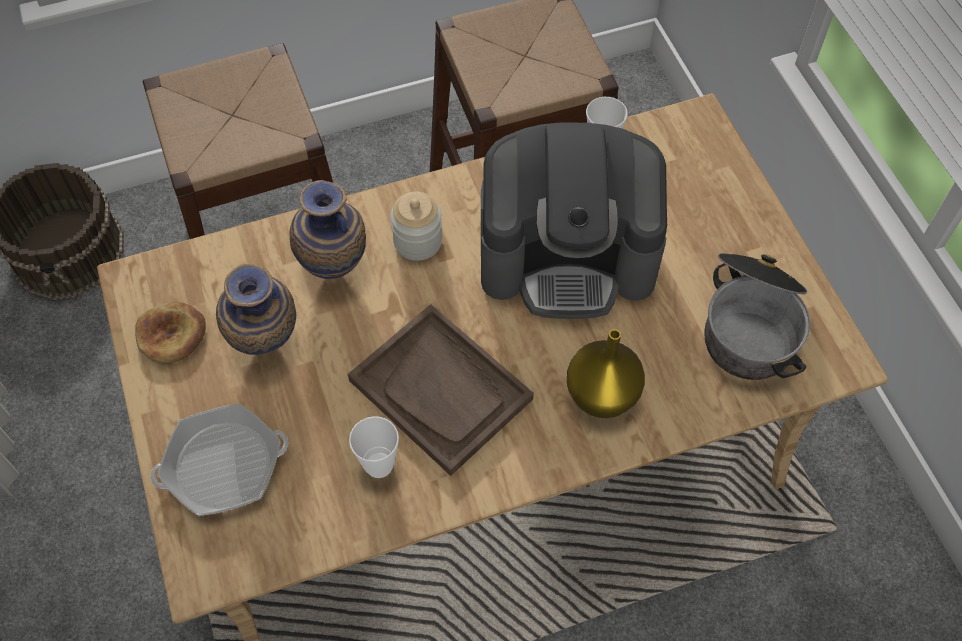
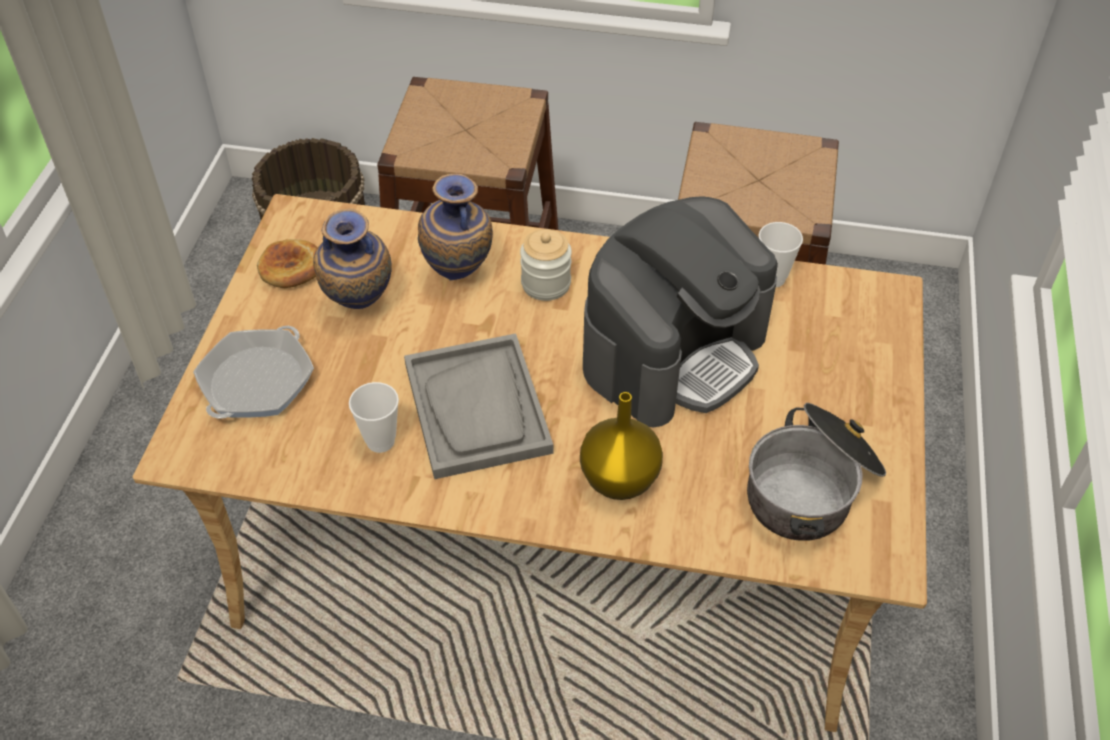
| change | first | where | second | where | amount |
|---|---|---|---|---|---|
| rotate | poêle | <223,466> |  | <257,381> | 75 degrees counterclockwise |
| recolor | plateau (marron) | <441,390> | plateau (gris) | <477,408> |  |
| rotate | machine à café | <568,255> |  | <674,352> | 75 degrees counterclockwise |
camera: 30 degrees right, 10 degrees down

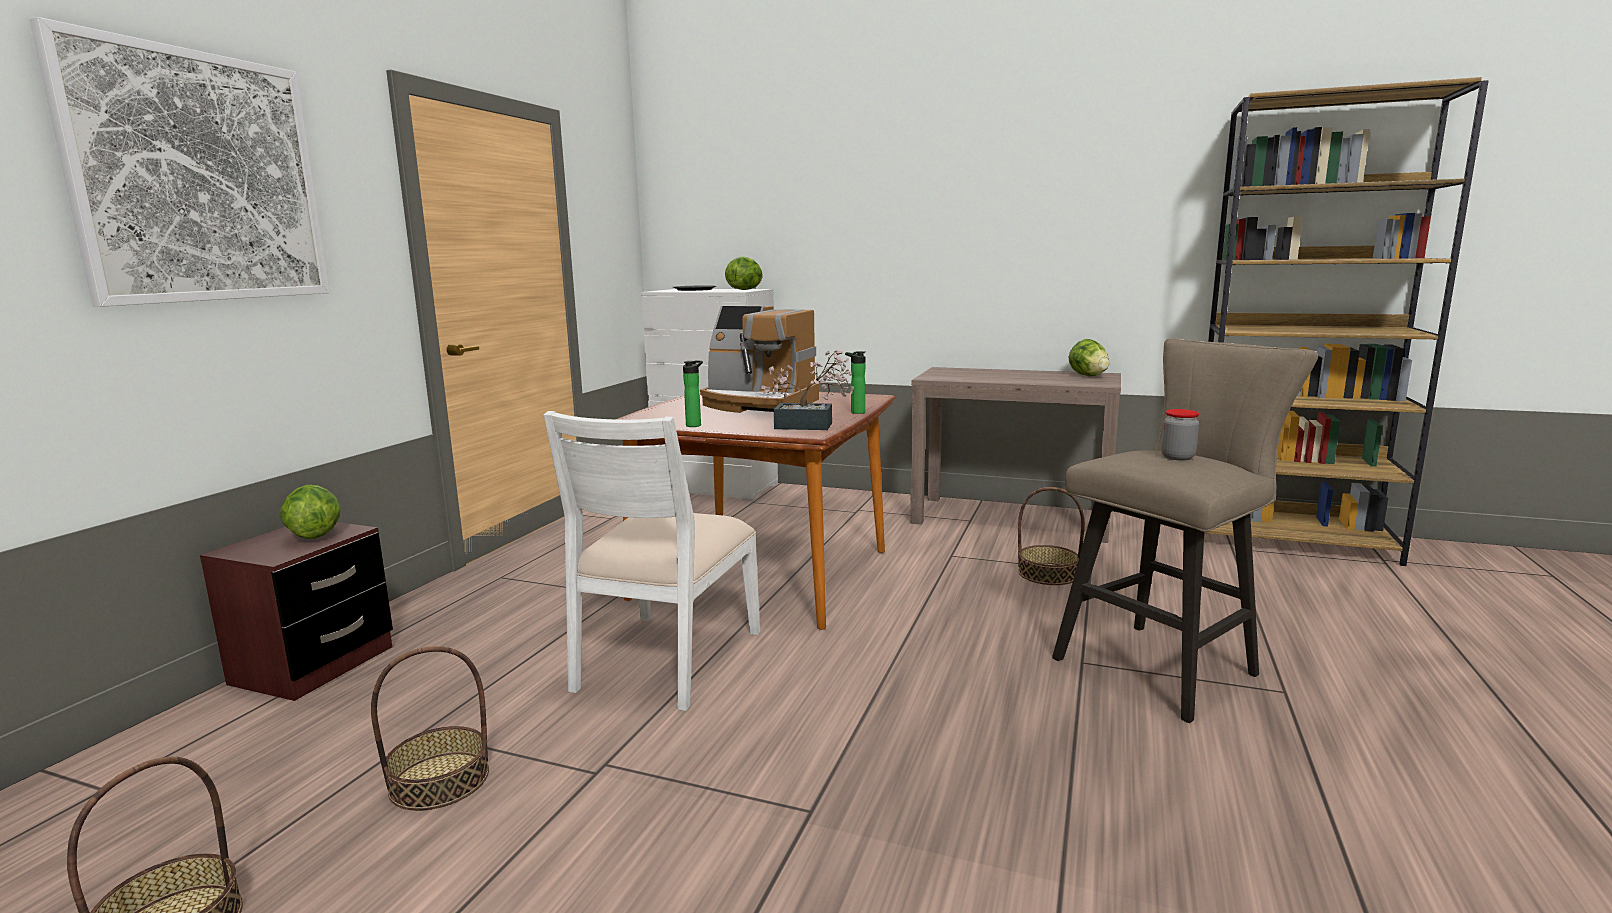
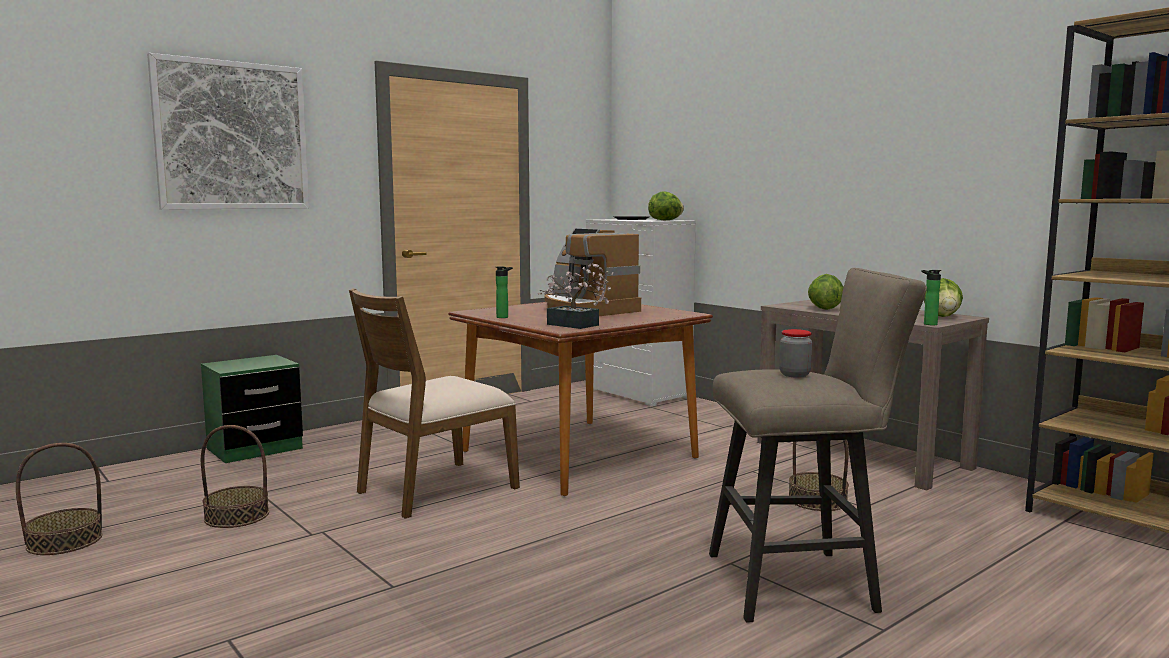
| change | first | where | second | where | amount |
|---|---|---|---|---|---|
| recolor | table de chevet (marron) | <314,665> | table de chevet (vert) | <255,449> |  |
| recolor | chaise (blanc) | <665,660> | chaise (marron) | <435,489> |  |
| move | laitue | <314,535> |  | <824,309> |  |
| move | bouteille | <855,412> |  | <928,324> |  |
camera: 30 degrees right, 5 degrees down

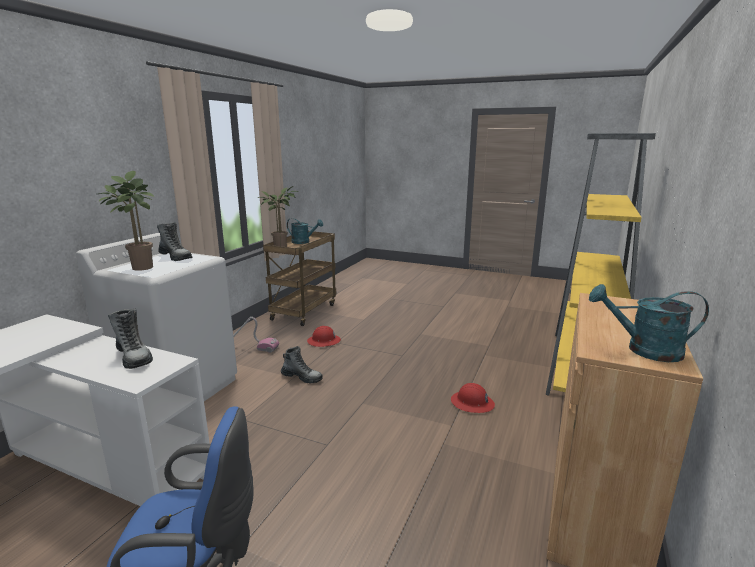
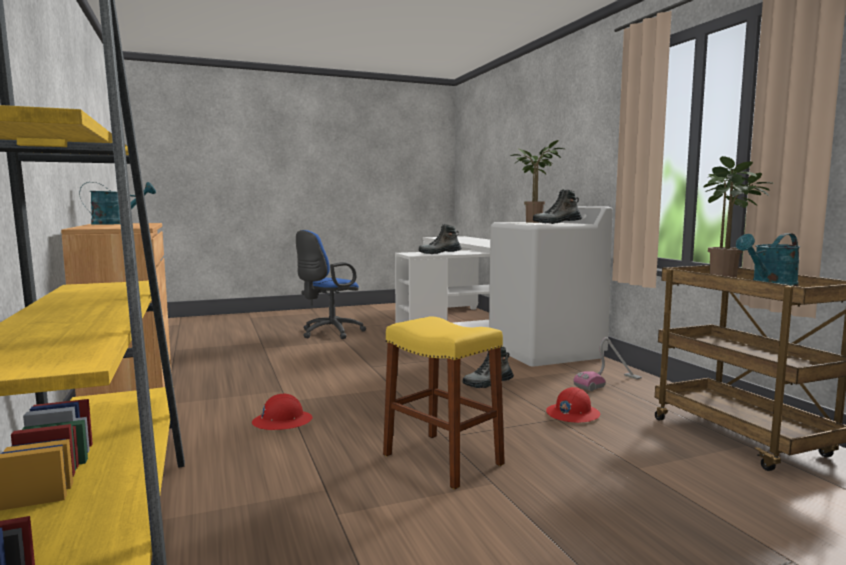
| change | first | where | second | where | amount |
|---|---|---|---|---|---|
| insert |  |  | tabouret (jaune) | <442,459> |  |
camera: 135 degrees right, 10 degrees down

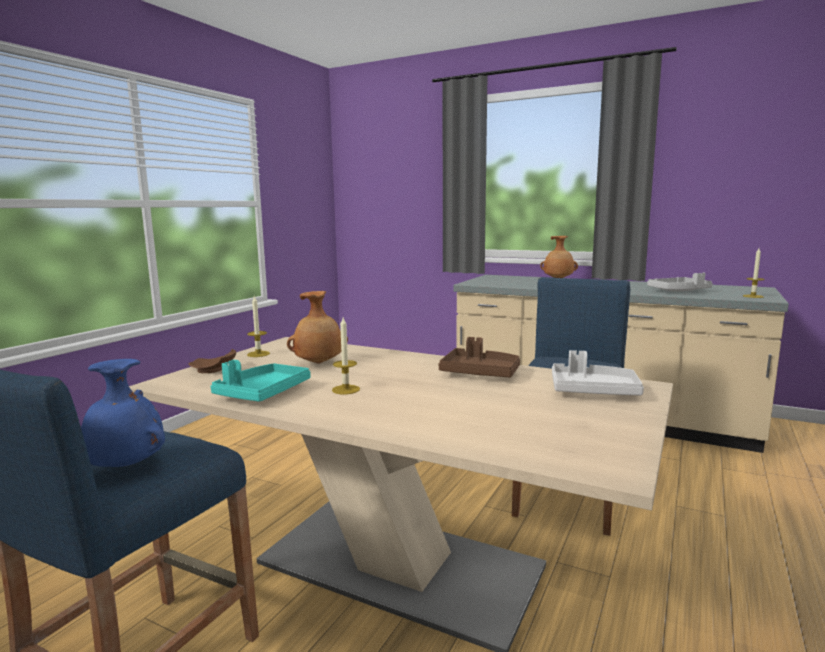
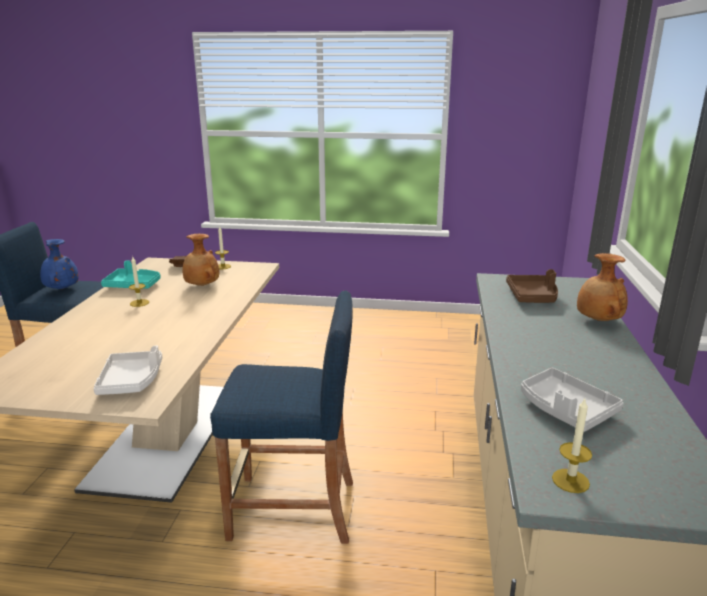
| change | first | where | second | where | amount |
|---|---|---|---|---|---|
| move | plateau (marron) | <480,373> |  | <532,296> |  |
camera: 70 degrees right, 10 degrees up

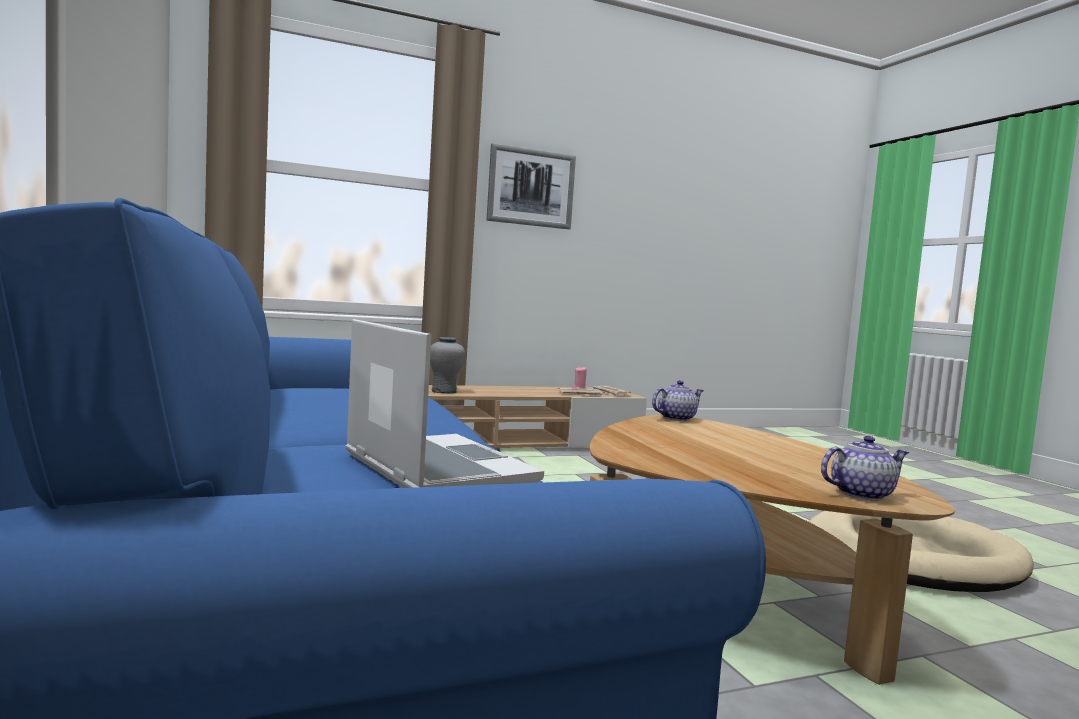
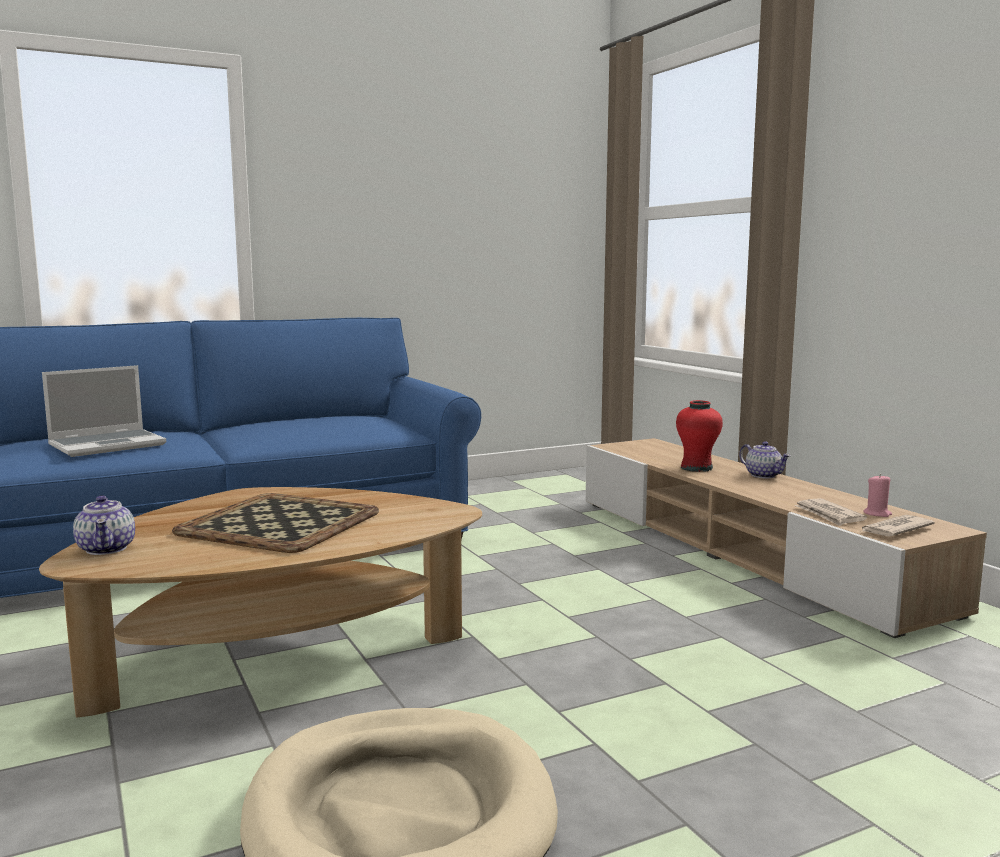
| change | first | where | second | where | amount |
|---|---|---|---|---|---|
| insert |  |  | plateau | <280,524> |  |
| recolor | vase (gris) | <444,391> | vase (rouge) | <696,468> |  |
| move | théière | <676,418> |  | <764,475> |  |
| delete | tableau | <531,188> |  |  |  |
camera: 85 degrees right, 5 degrees up

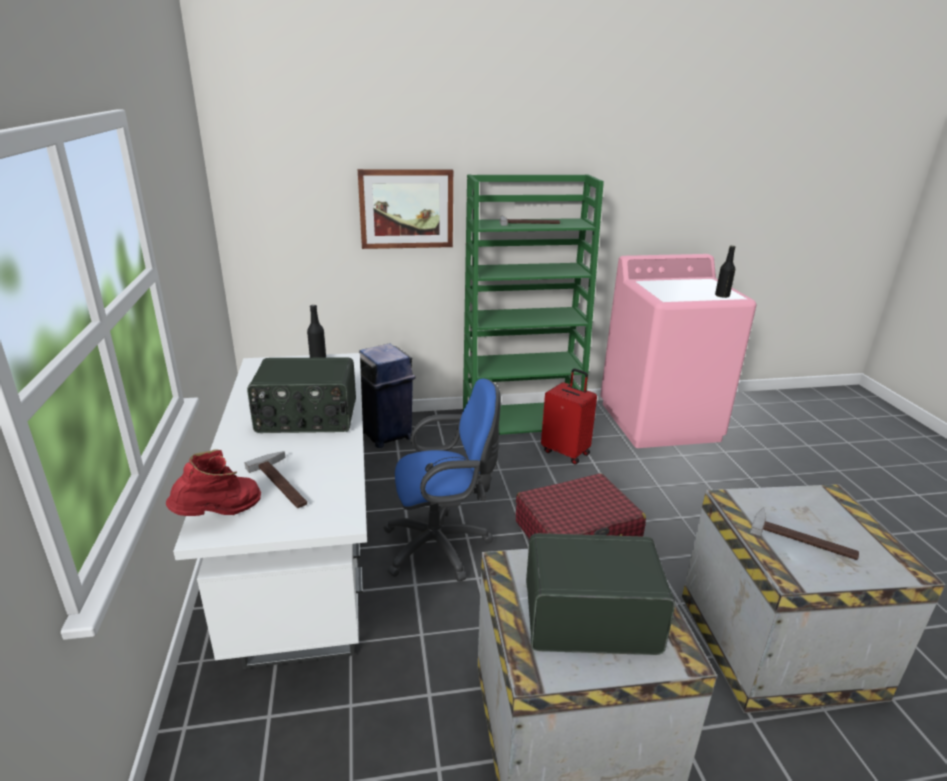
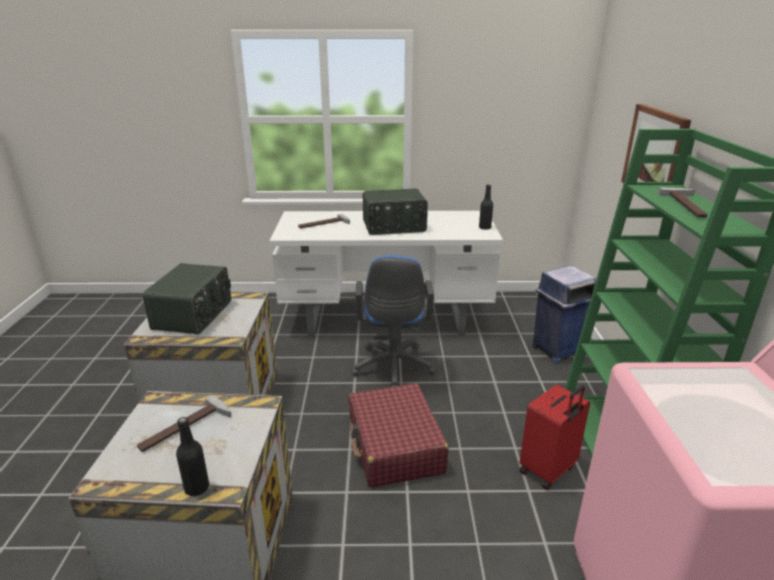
| change | first | where | second | where | amount |
|---|---|---|---|---|---|
| move | bouteille (noir) | <722,296> |  | <197,488> |  |
| rotate | radio | <307,418> |  | <394,227> | 105 degrees counterclockwise |
| delete | botte (rouge) | <221,515> |  |  |  |
camera: 100 degrees right, 0 degrees up

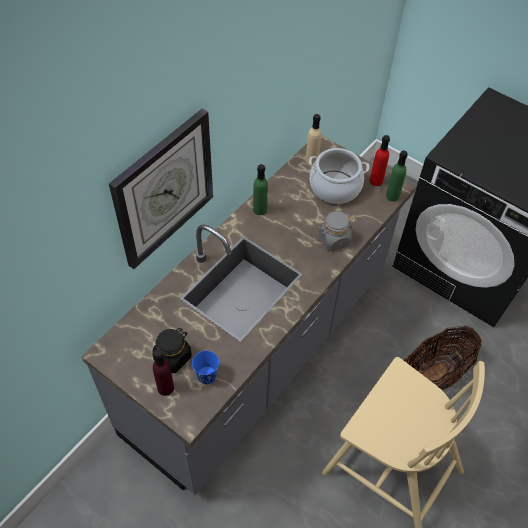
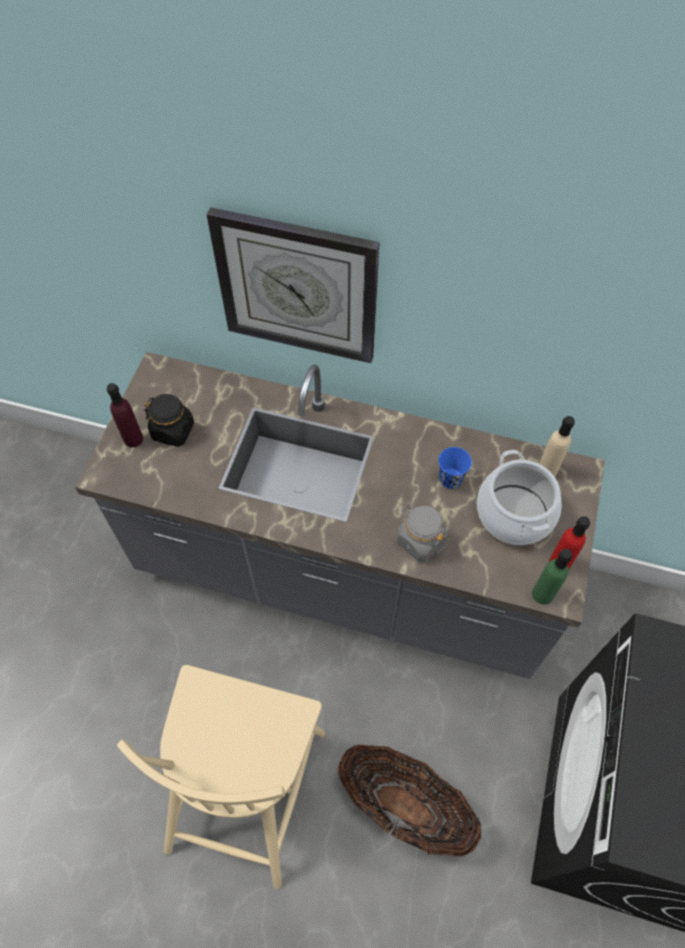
| change | first | where | second | where | amount |
|---|---|---|---|---|---|
| move | tasse (bleu) | <206,376> |  | <450,479> |  |
| delete | bouteille (vert) | <260,209> |  |  |  |
camera: 70 degrees right, 5 degrees up

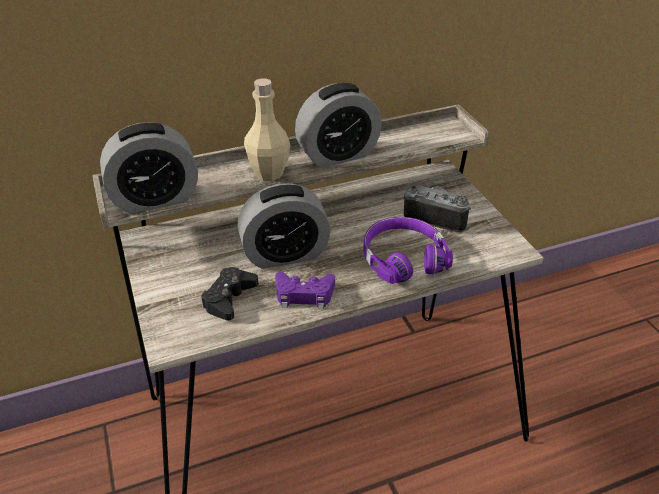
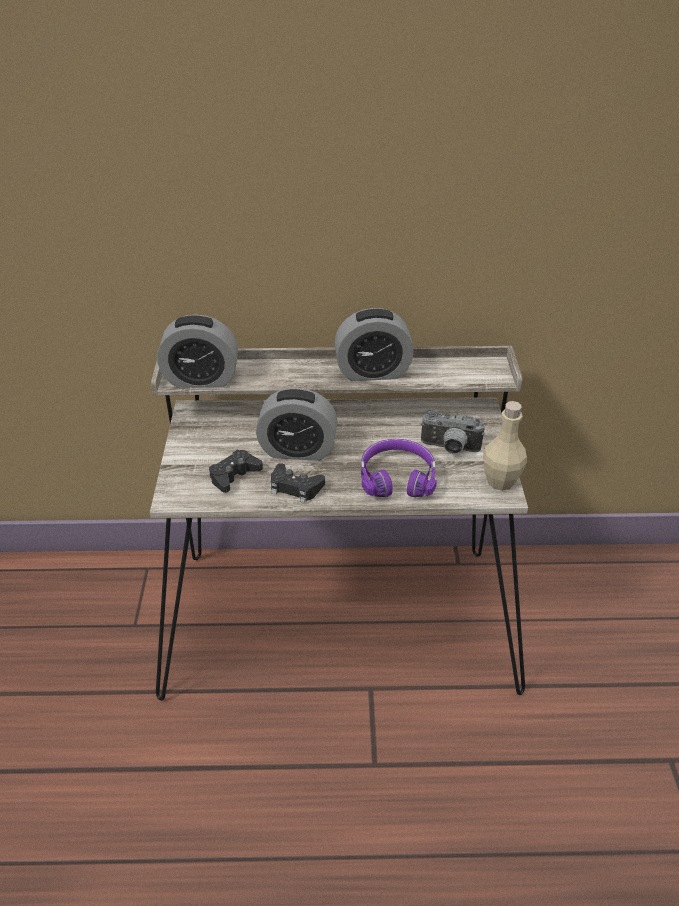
| change | first | where | second | where | amount |
|---|---|---|---|---|---|
| recolor | manette (violet) | <304,295> | manette (noir) | <295,487> |  |
| rotate | appareil photo | <436,218> |  | <449,449> | 150 degrees clockwise |
| move | bouteille (beige) | <269,173> |  | <500,481> |  |
camera: 20 degrees right, 0 degrees up

